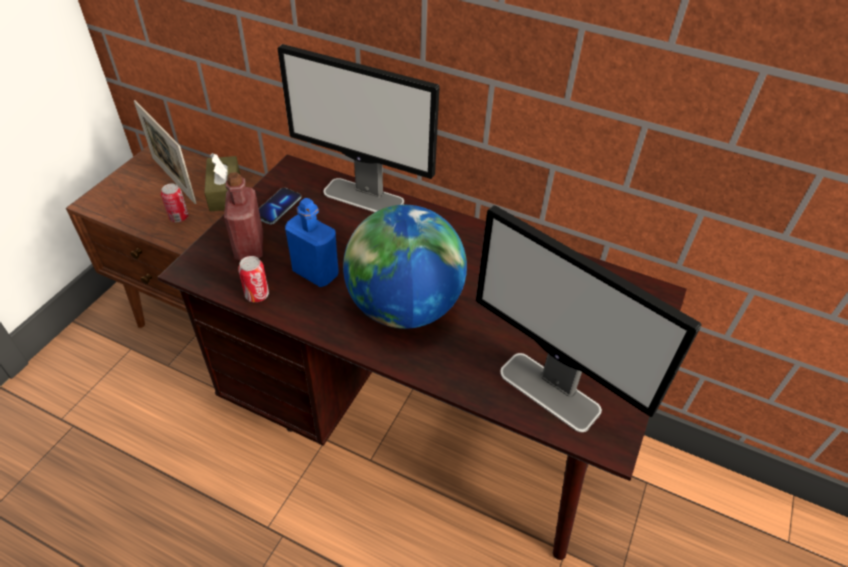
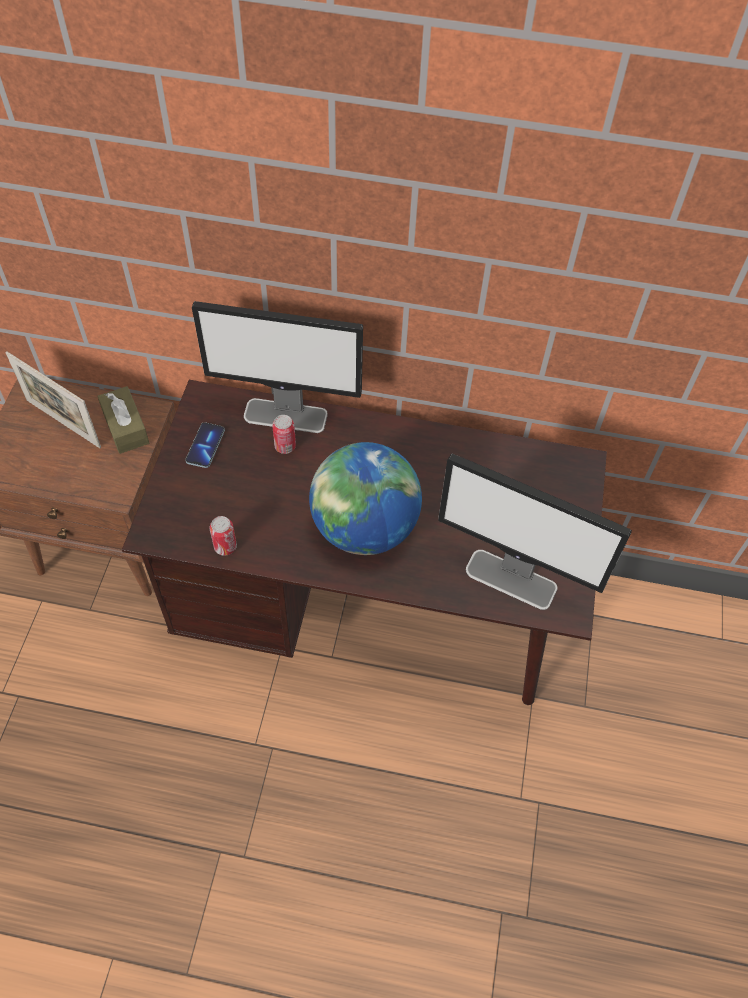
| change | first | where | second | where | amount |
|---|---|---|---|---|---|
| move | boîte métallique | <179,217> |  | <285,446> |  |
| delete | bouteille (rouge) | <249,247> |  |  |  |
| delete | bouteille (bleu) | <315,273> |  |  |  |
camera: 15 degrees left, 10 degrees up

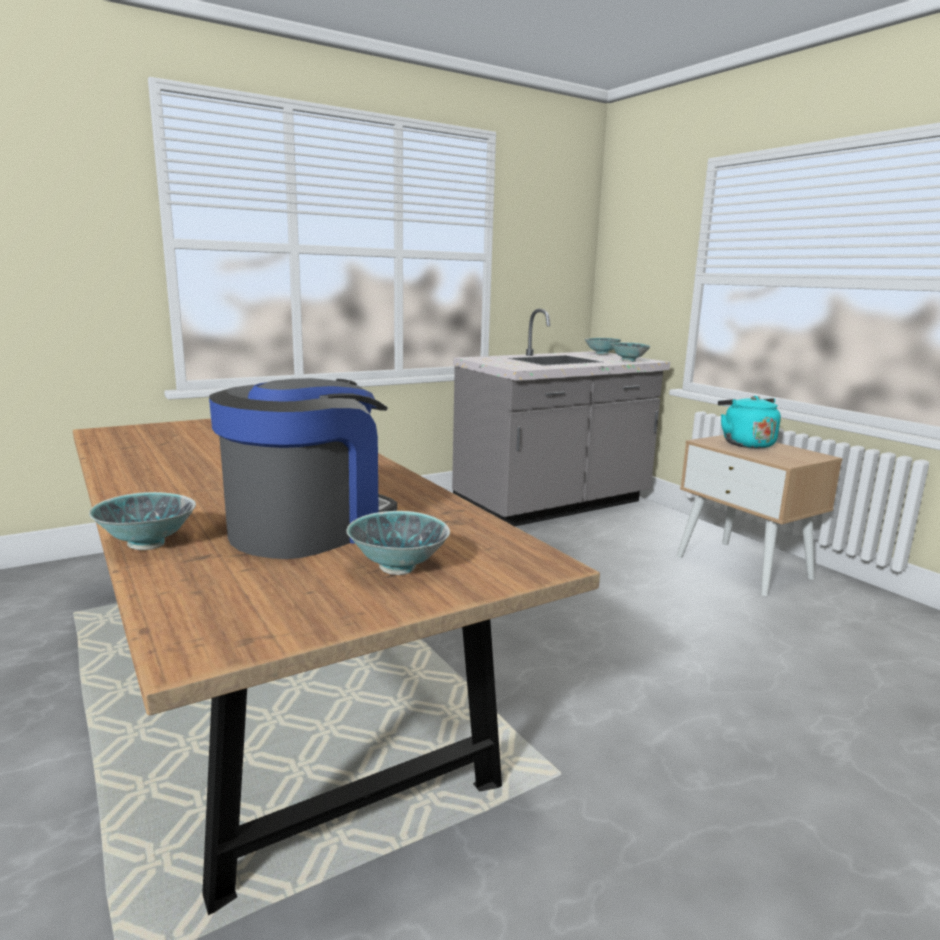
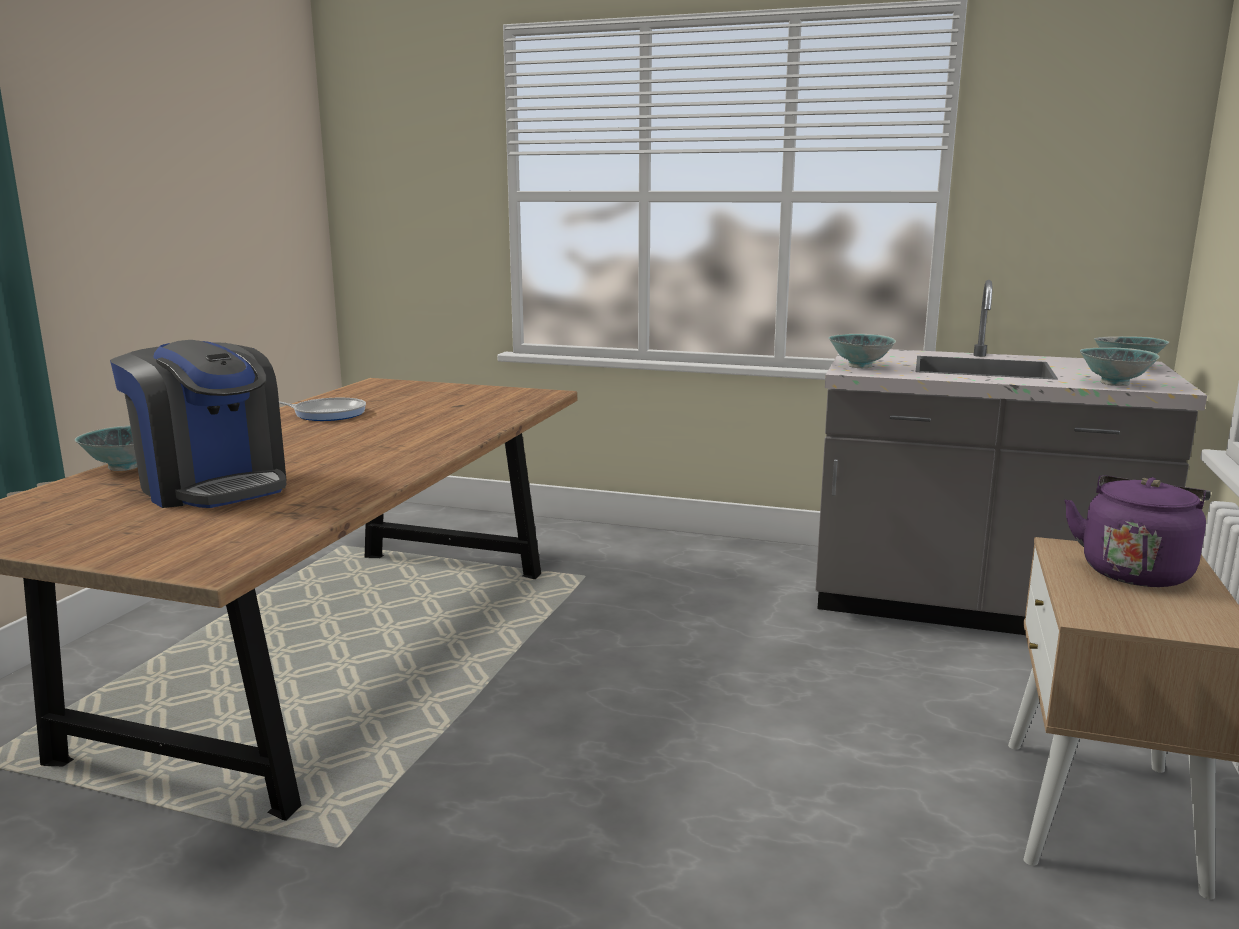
| change | first | where | second | where | amount |
|---|---|---|---|---|---|
| rotate | machine à café | <309,528> |  | <213,486> | 45 degrees clockwise |
| insert |  |  | poêle | <326,414> |  |
| move | bol | <397,568> |  | <859,366> |  |
| recolor | bouilloire (turquoise) | <745,443> | bouilloire (violet) | <1135,571> |  |
camera: 50 degrees right, 0 degrees up

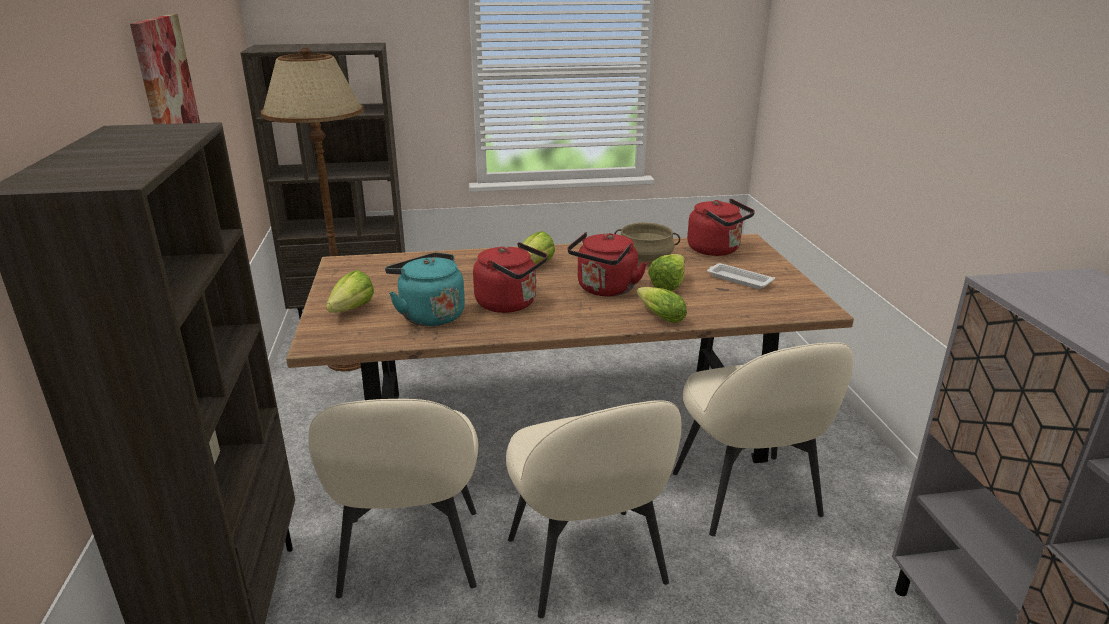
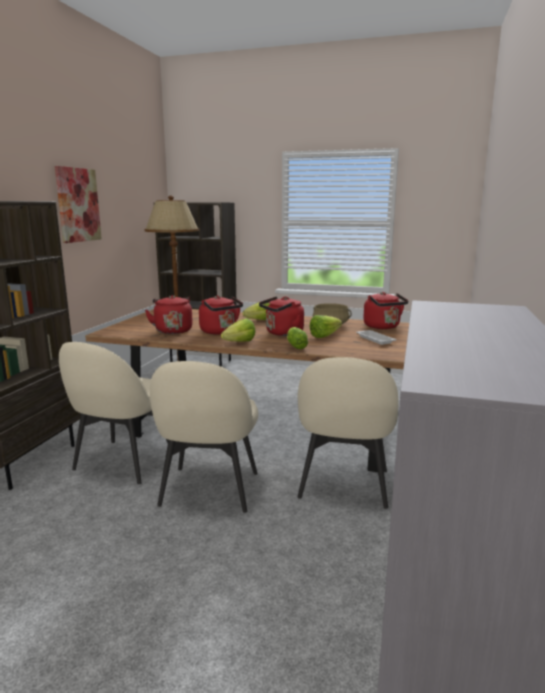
| change | first | where | second | where | amount |
|---|---|---|---|---|---|
| recolor | bouilloire (turquoise) | <429,315> | bouilloire (rouge) | <173,330> |  |
| move | laitue | <347,312> |  | <236,343> |  |
camera: 25 degrees right, 10 degrees down

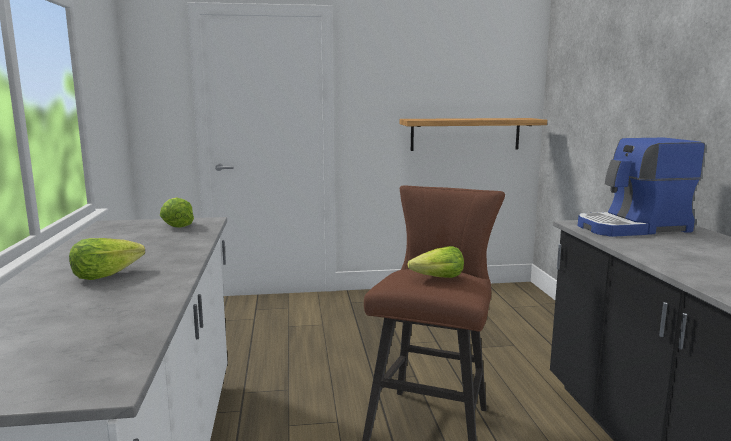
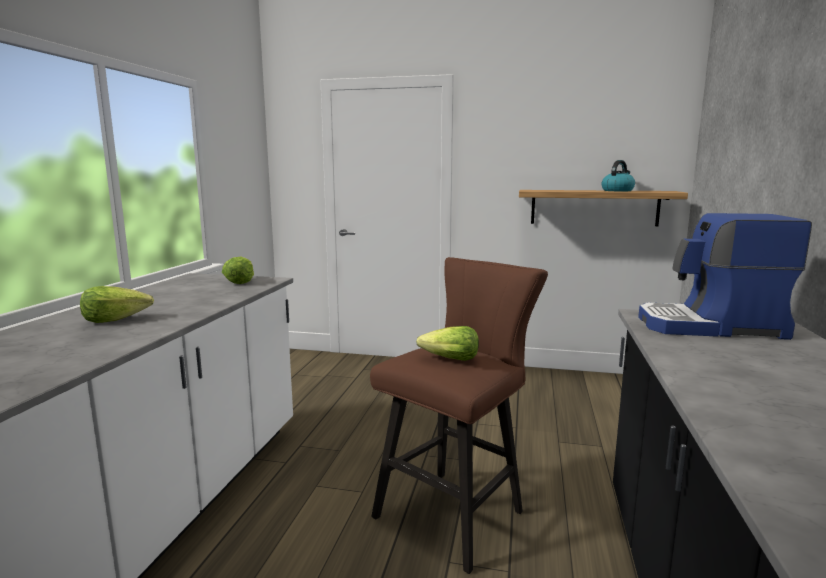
| change | first | where | second | where | amount |
|---|---|---|---|---|---|
| insert |  |  | bouilloire | <617,190> |  |
camera: 20 degrees right, 0 degrees up

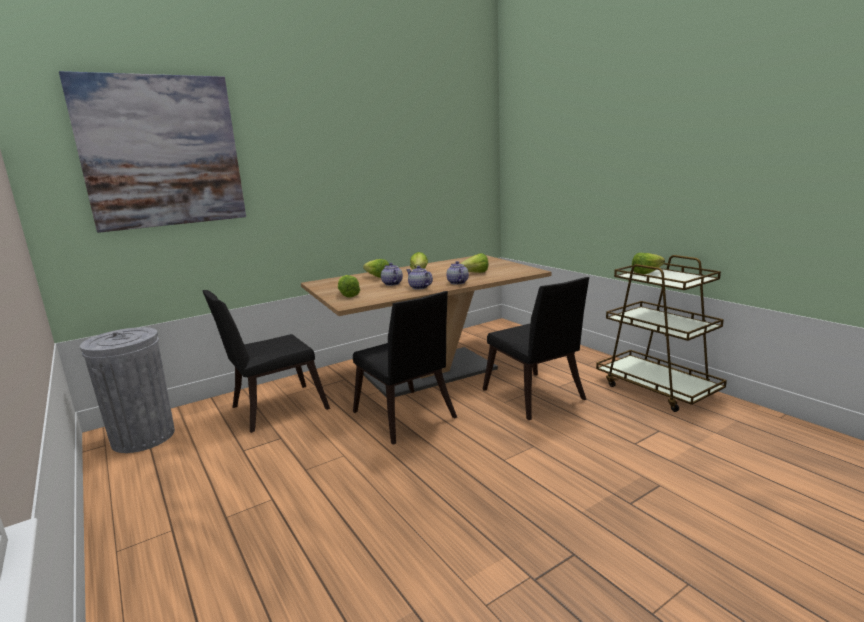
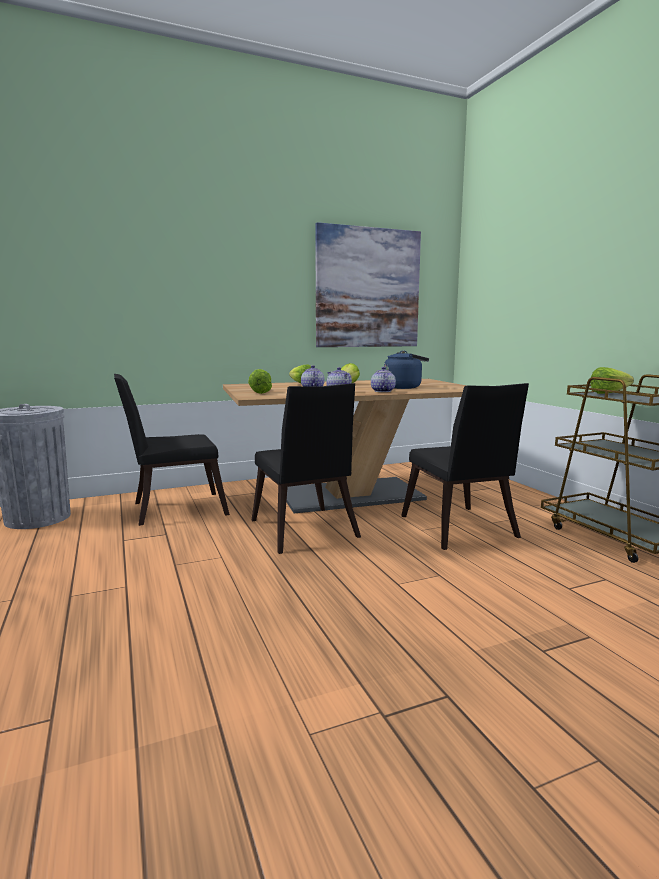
| change | first | where | second | where | amount |
|---|---|---|---|---|---|
| move | tableau | <162,152> |  | <368,288> |  |
| replace | laitue | <472,274> | bouilloire (bleu) | <404,387> |  |
camera: 10 degrees right, 5 degrees down

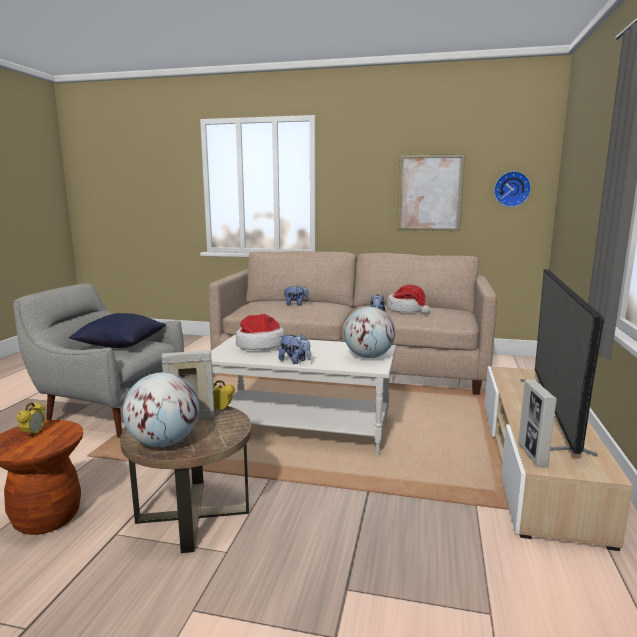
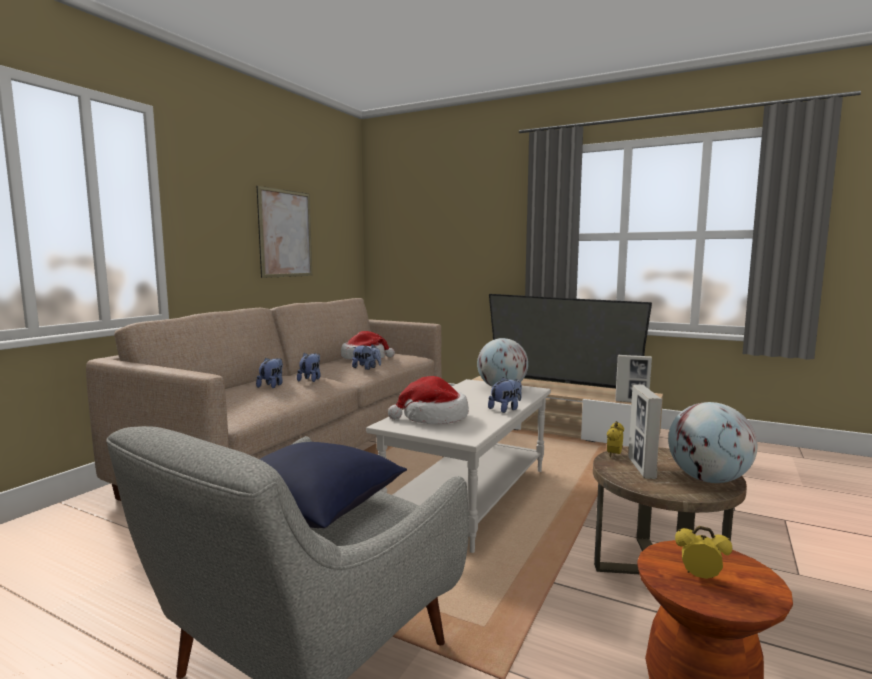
| change | first | where | second | where | amount |
|---|---|---|---|---|---|
| insert |  |  | peluche | <310,380> |  |
| delete | horloge murale | <511,189> |  |  |  |
camera: 75 degrees left, 5 degrees down

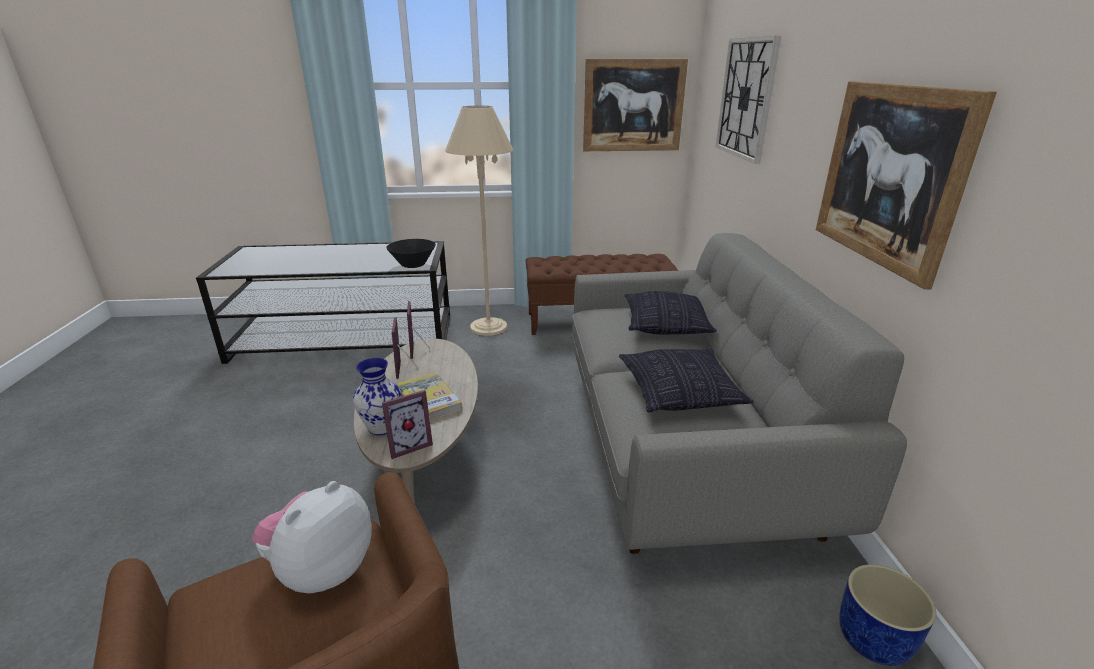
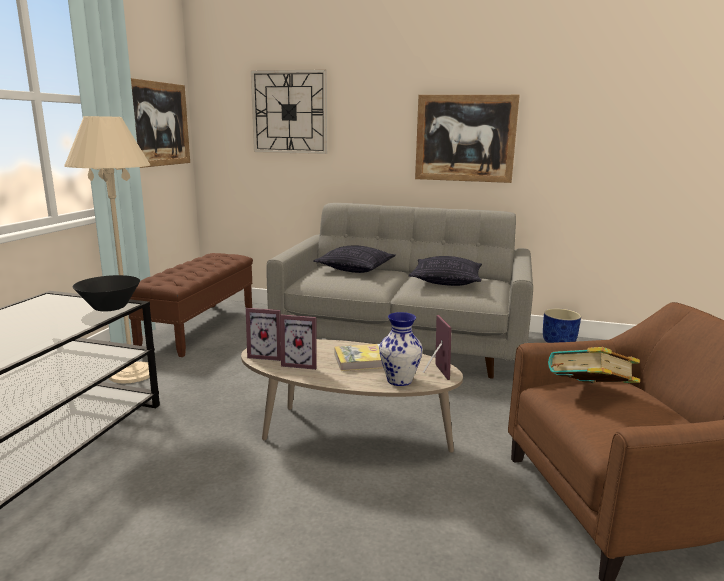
| change | first | where | second | where | amount |
|---|---|---|---|---|---|
| replace | peluche | <322,570> | livre | <589,394> |  |
camera: 70 degrees left, 10 degrees down

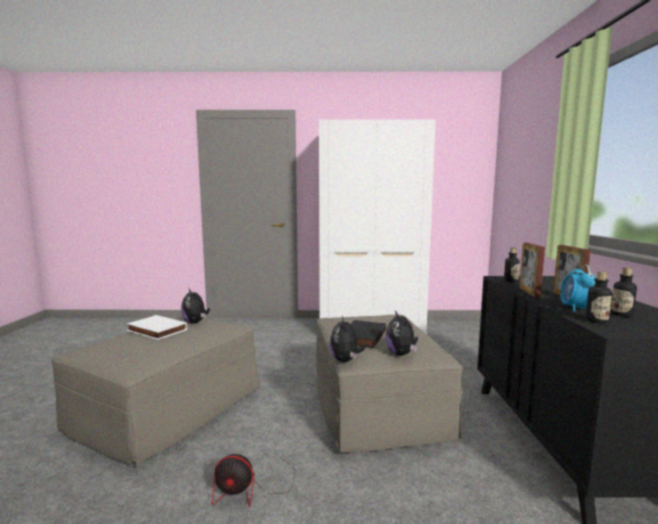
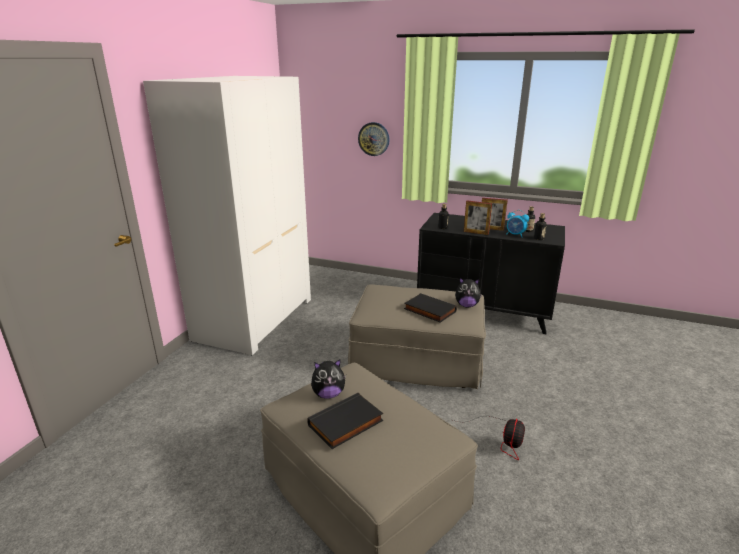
| change | first | where | second | where | amount |
|---|---|---|---|---|---|
| recolor | livre (blanc) | <155,330> | livre (noir) | <346,424> |  |
| insert |  |  | horloge murale | <374,139> |  |
| delete | peluche | <345,360> |  |  |  |
camera: 70 degrees left, 15 degrees up

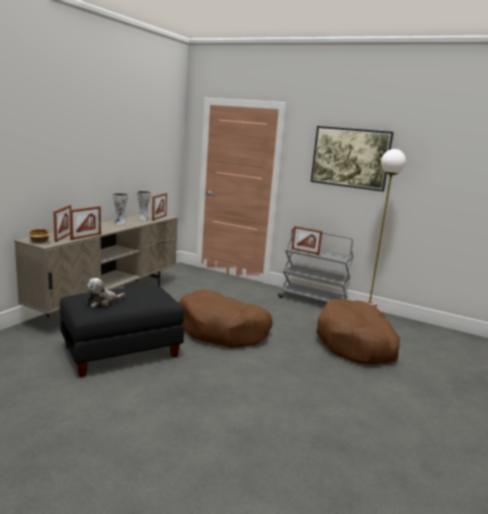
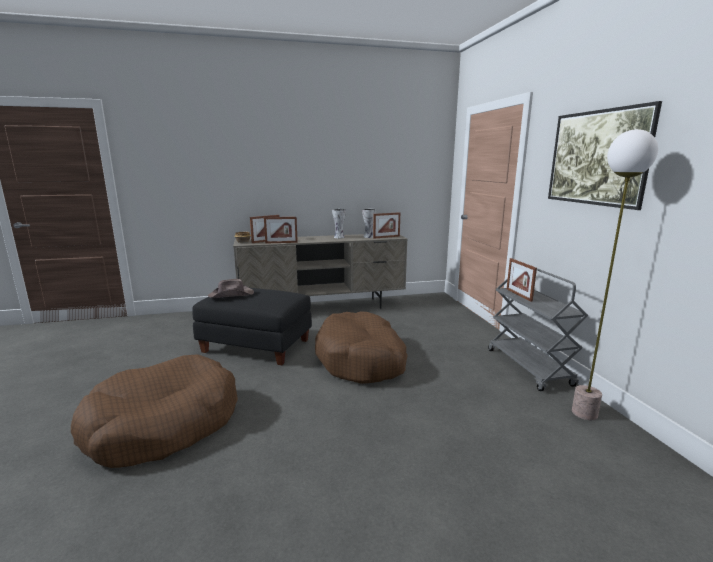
| change | first | where | second | where | amount |
|---|---|---|---|---|---|
| move | panier pour chien (marron) | <356,343> |  | <163,424> |  |
| replace | peluche | <103,302> | chapeau (marron) | <231,295> |  |
camera: 50 degrees right, 0 degrees up

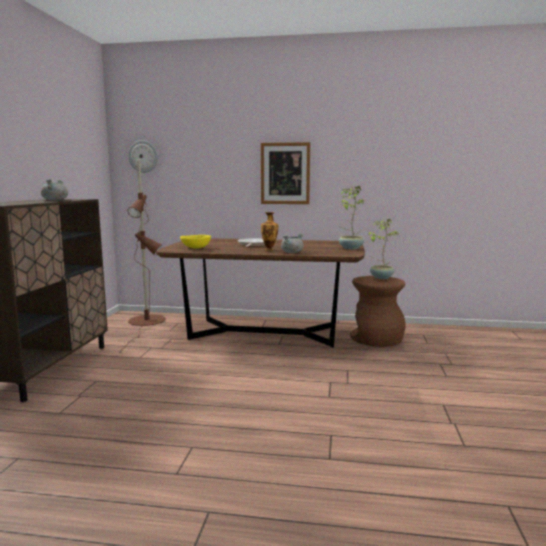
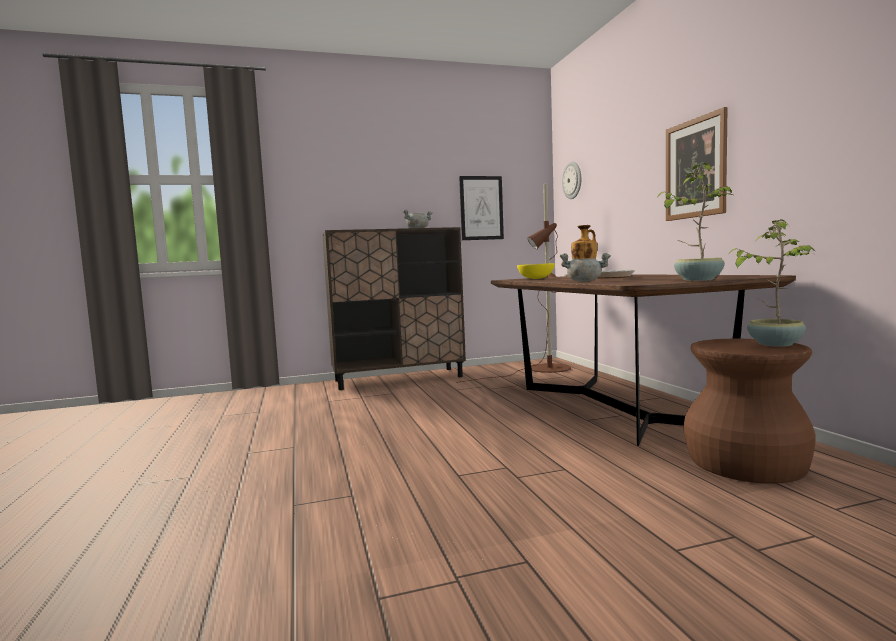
| change | first | where | second | where | amount |
|---|---|---|---|---|---|
| insert |  |  | tableau | <481,208> |  |
camera: 65 degrees right, 5 degrees down

